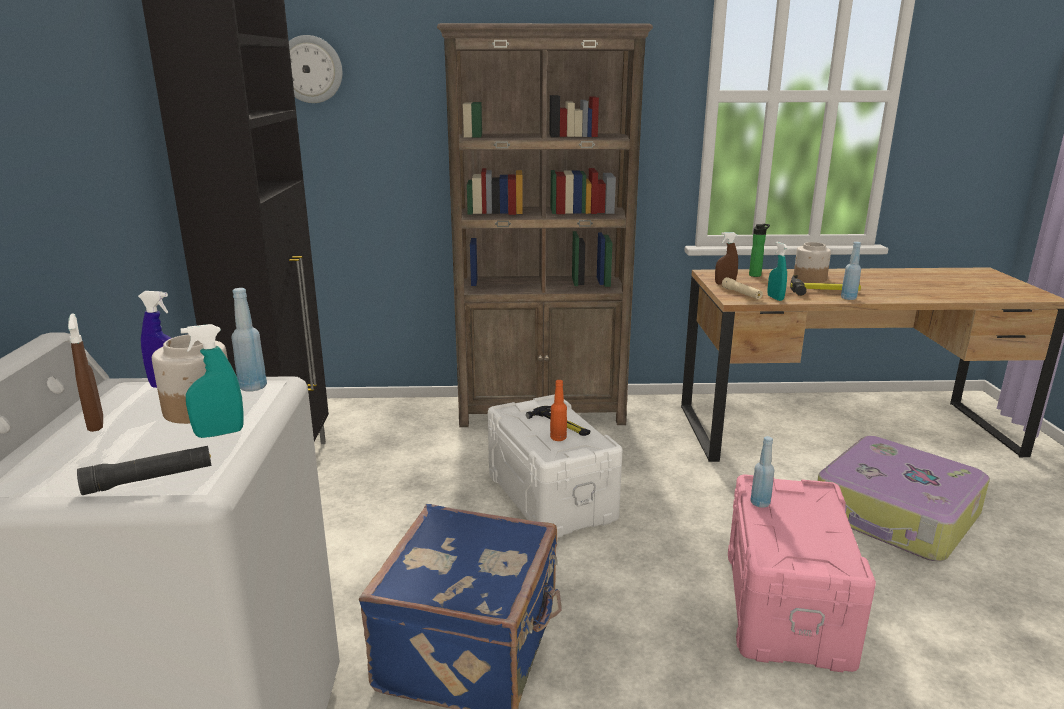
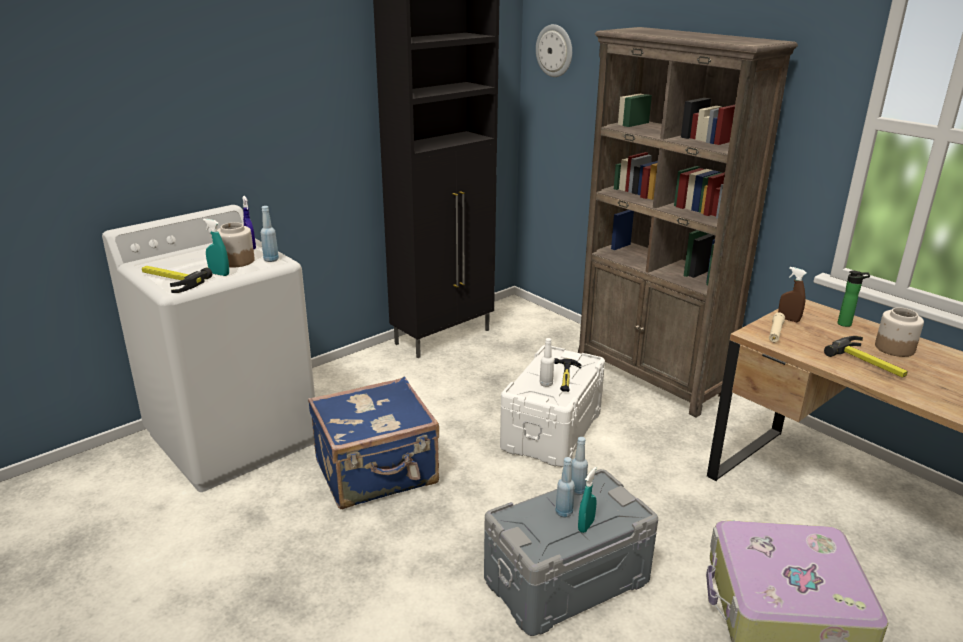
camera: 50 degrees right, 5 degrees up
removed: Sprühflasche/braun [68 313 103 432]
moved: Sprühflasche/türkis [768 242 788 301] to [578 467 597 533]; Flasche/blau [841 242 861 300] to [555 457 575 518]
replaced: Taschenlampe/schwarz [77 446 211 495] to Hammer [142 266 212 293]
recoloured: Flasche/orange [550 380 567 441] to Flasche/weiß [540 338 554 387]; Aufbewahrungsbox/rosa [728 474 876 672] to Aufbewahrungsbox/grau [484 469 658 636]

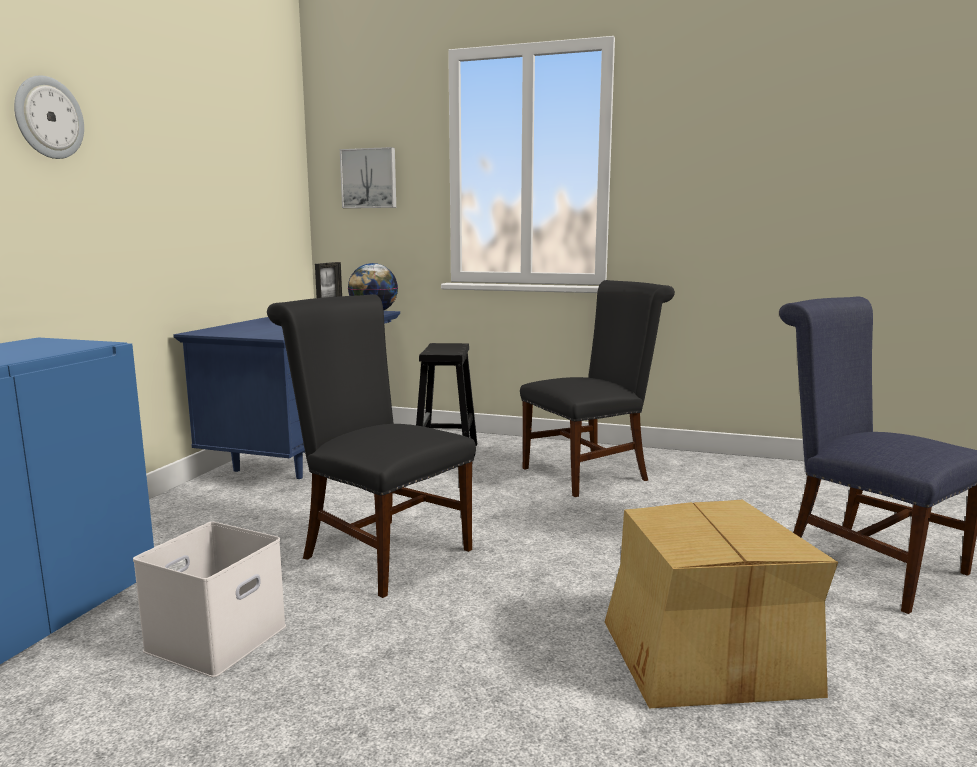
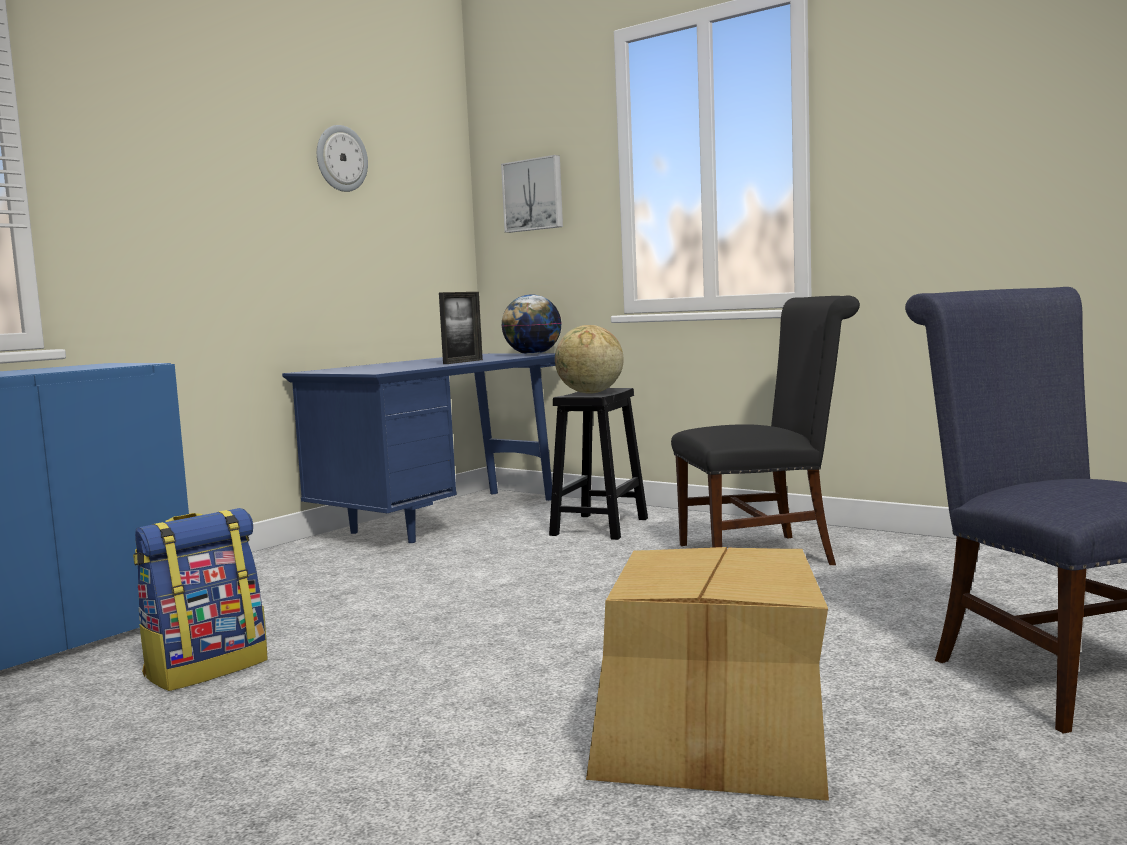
camera: 20 degrees right, 5 degrees down
removed: Stuhl/schwarz [267 294 476 598]
added: Globus [555 325 624 393]
moved: Wanduhr [14 75 84 159] to [317 125 368 192]
replaced: Aufbewahrungsbox/weiß [133 522 286 677] to Rucksack [133 508 268 691]

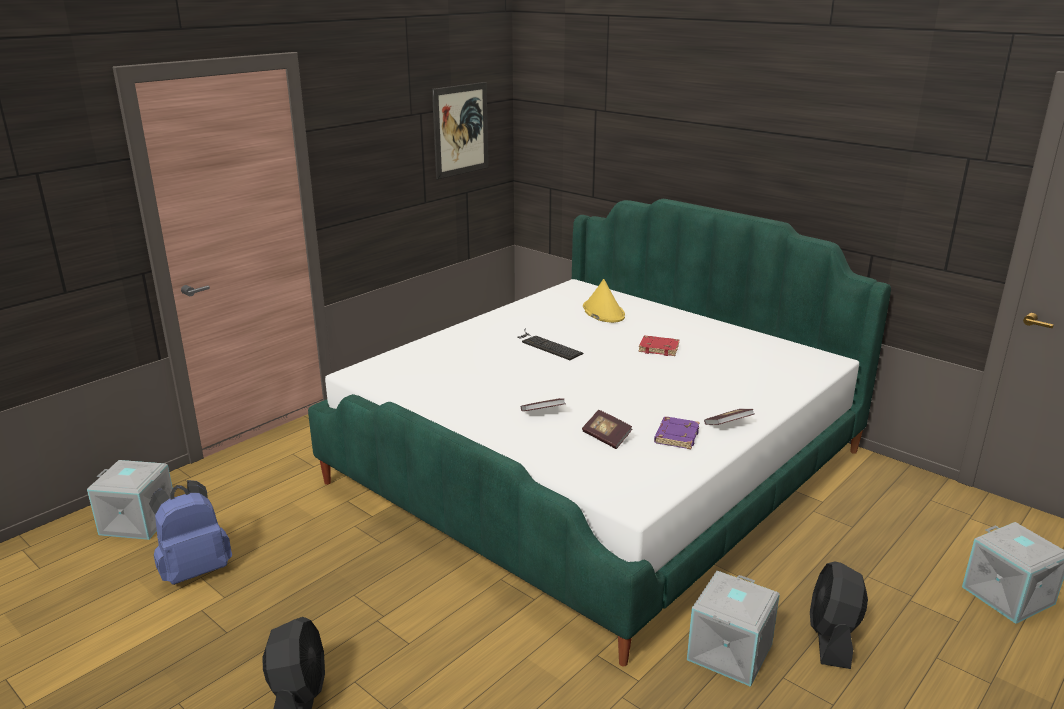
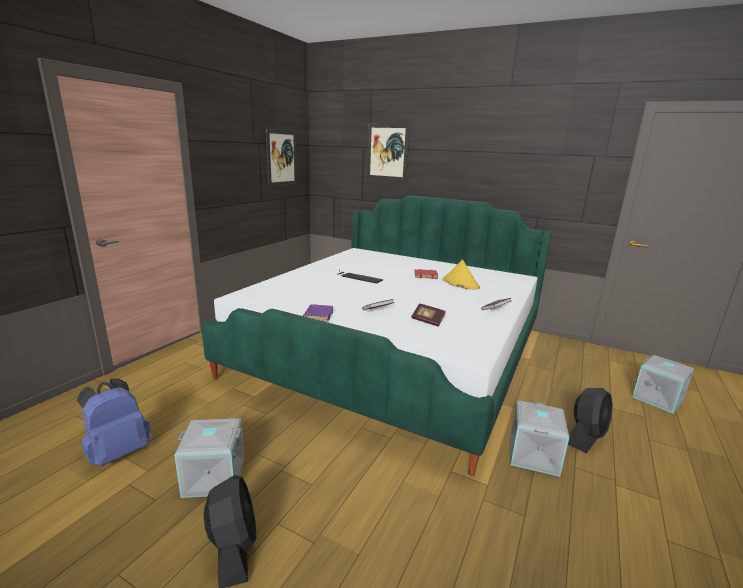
camera: 15 degrees left, 5 degrees down
added: Bild [367 123 410 182]
moved: Hut/gelb [583 279 625 323] to [443 260 480 289]; Buch/lila [654 417 700 449] to [303 304 333 322]; Aufbewahrungsbox/grau [87 460 173 540] to [174 418 244 498]
turned: Ventilator/schwarz [810 561 868 669] = [568 388 613 453] 135 degrees counterclockwise

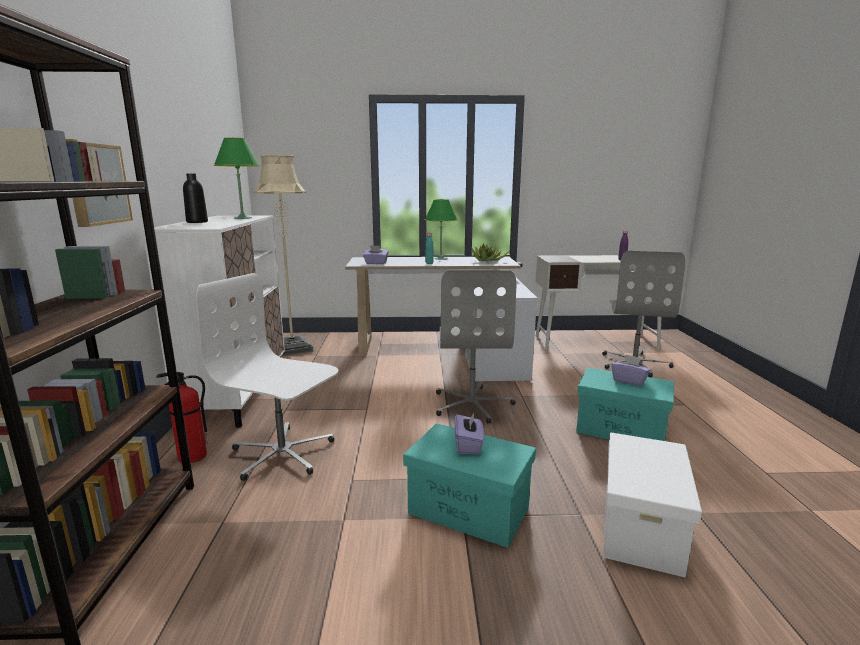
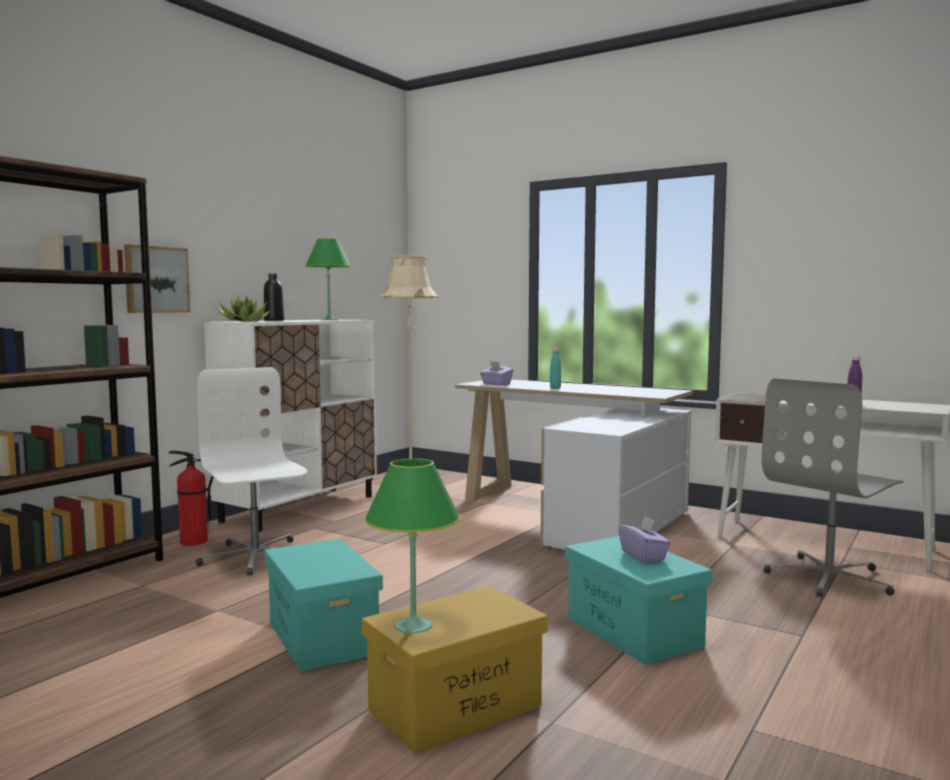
camera: 35 degrees right, 10 degrees down
removed: Bürostuhl/grau [436 270 516 423]; Taschentuchbox/lila [454 412 484 454]
moved: Tischlampe/grün [425 199 458 260] to [365 458 460 633]; Topfpflanze [471 243 509 261] to [217 295 270 321]
recoloured: Aufbewahrungsbox/weiß [603 432 702 577] to Aufbewahrungsbox/gelb [362 586 548 755]

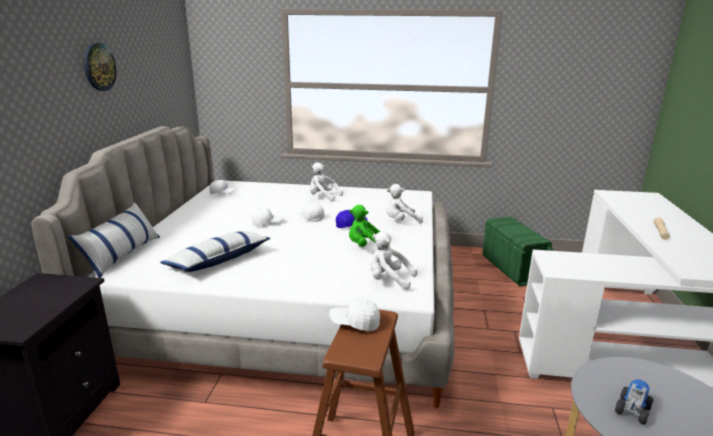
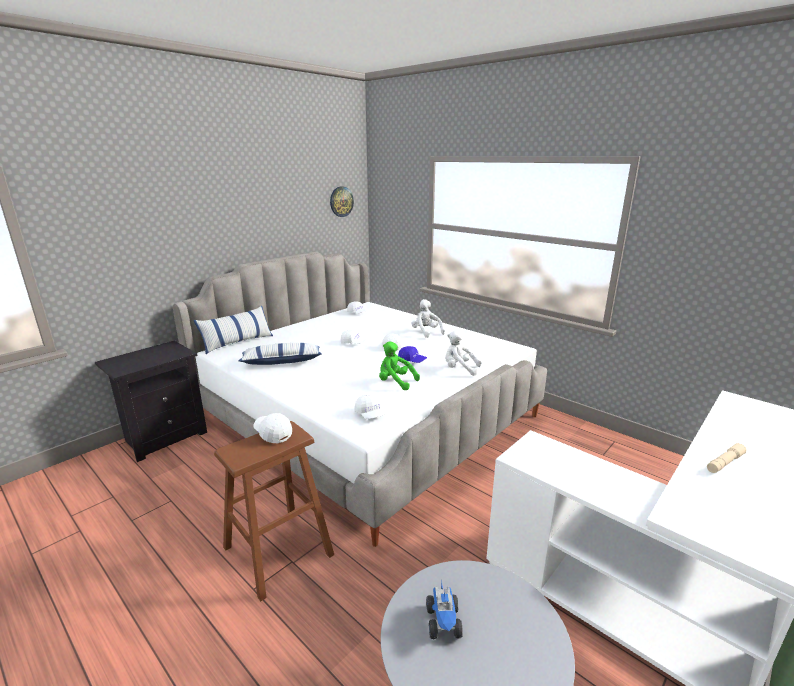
camera: 35 degrees right, 0 degrees up
removed: Aufbewahrungsbox/grün [482 216 553 286]
moved: Wanduhr [84 43 117 91] to [330 186 354 217]
replaced: Plüschtier/weiß [370 231 417 290] to Kappe/weiß [354 394 386 419]
turned: Spielzeuglaster [615 379 654 425] = [426 581 463 639] 105 degrees clockwise

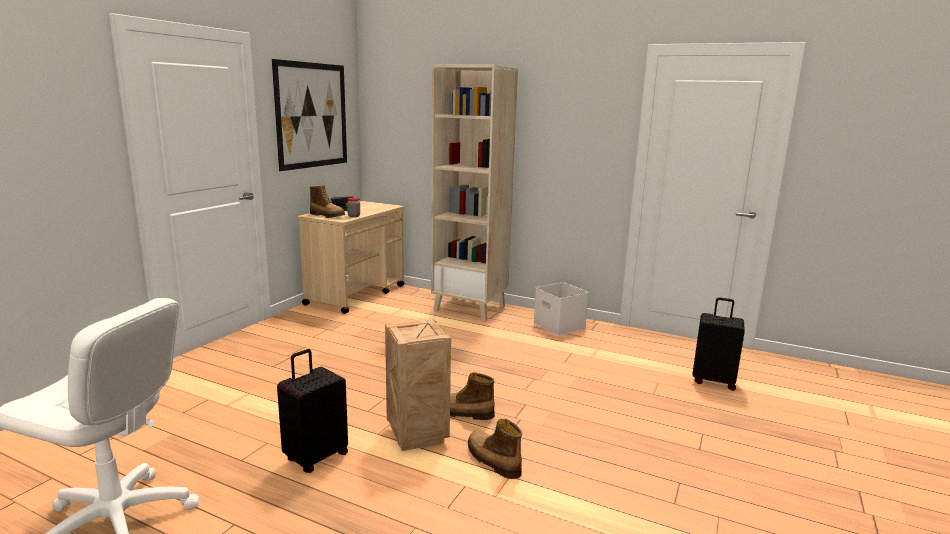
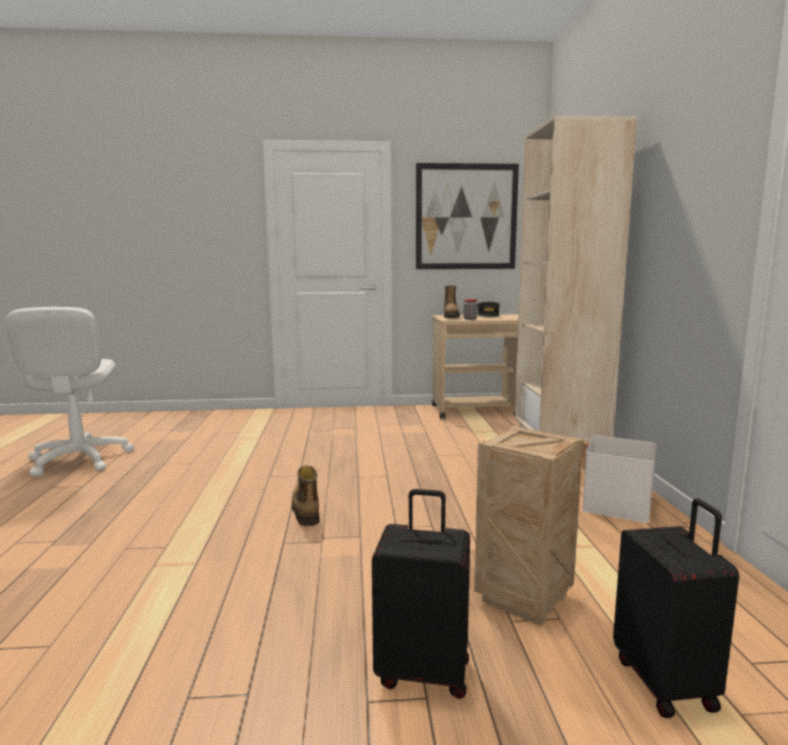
camera: 60 degrees right, 5 degrees down
removed: Stiefel [468 419 522 479]
moved: Kiste [385 319 451 451] to [474 425 583 626]; Koffer/schwarz [277 349 348 473] to [372 489 470 699]

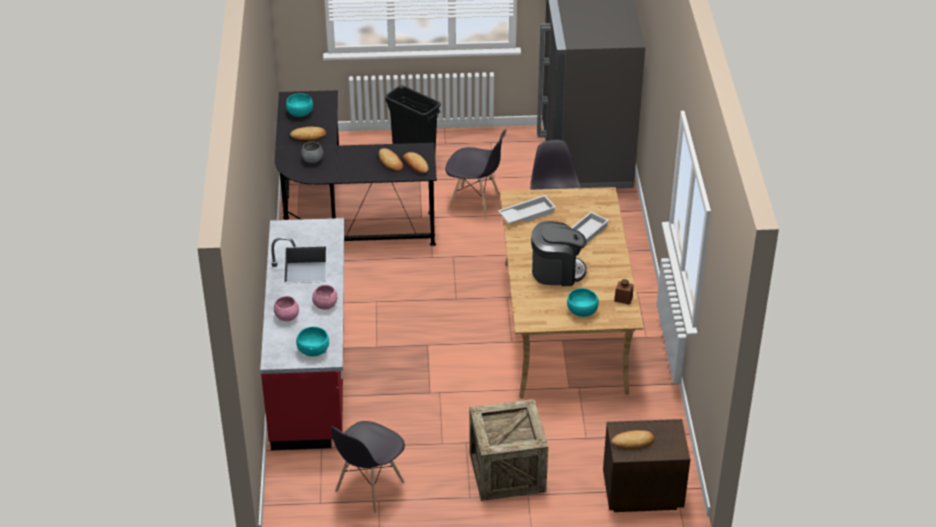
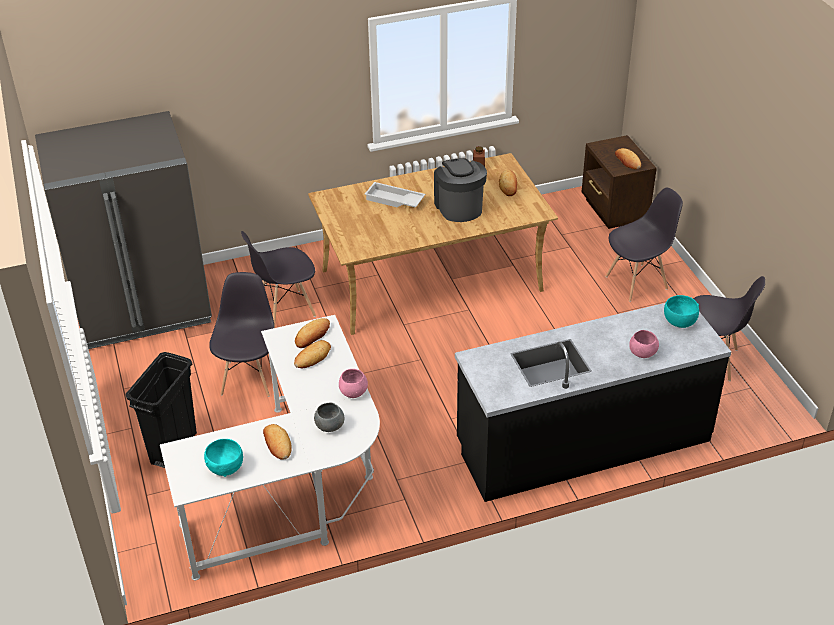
camera: 105 degrees left, 0 degrees up
removed: Tablett/weiß [498 195 556 224]
moved: Schüssel/rosa [312 285 337 310] to [339 369 368 398]
replaced: Schüssel/türkis [567 288 599 317] to Brot [499 169 517 196]; Kiste [469 399 548 501] to Stuhl/grau [605 188 683 302]
recoloured: Schreibtisch/schwarz [275 90 437 246] to Schreibtisch/weiß [160 315 380 580]; Küchenzeile/rot [260 218 344 450] to Küchenzeile/schwarz [455 303 731 502]

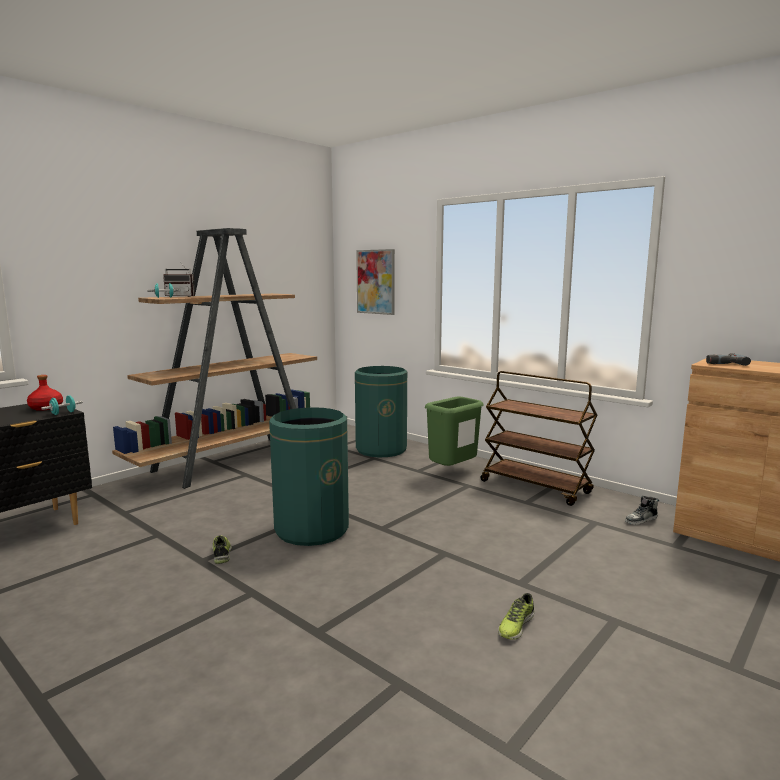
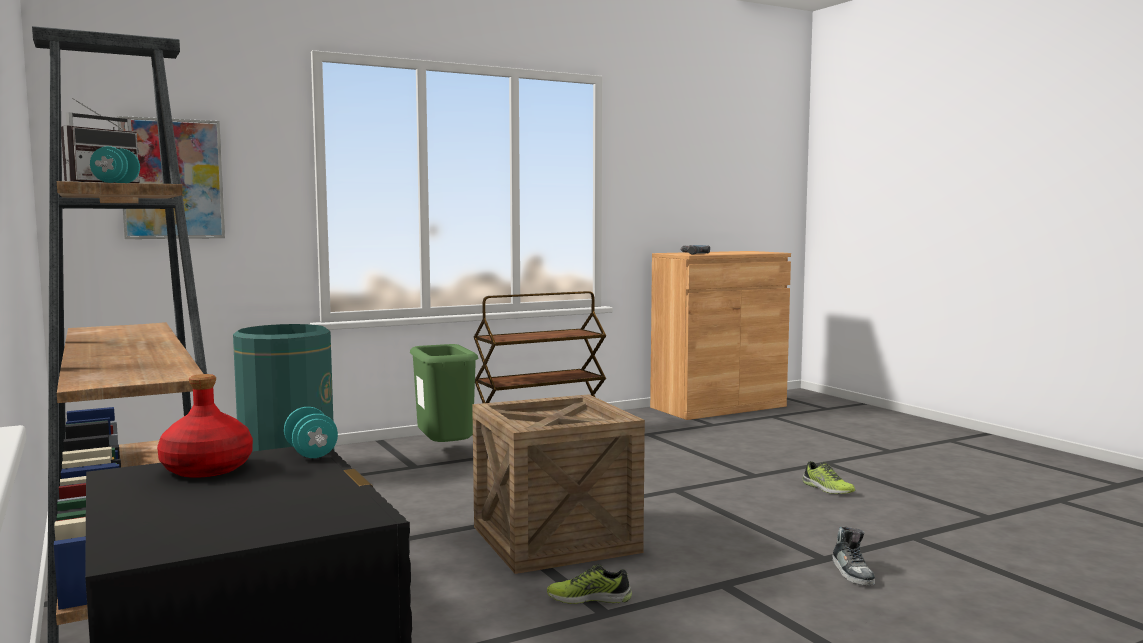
camera: 70 degrees left, 5 degrees down
moved: Schuh [625 496 659 525] to [833 527 875 585]
replaced: Mülleimer/grün [269 407 349 546] to Kiste [472 394 645 574]

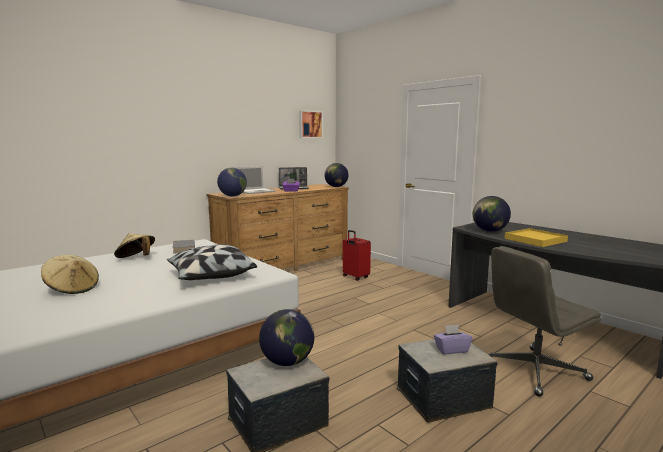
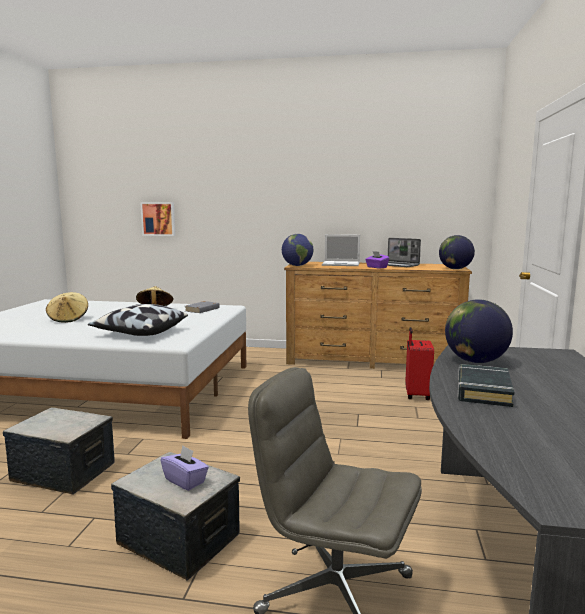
camera: 50 degrees right, 0 degrees up
removed: Globus [259 309 314 366]
moved: Bild [299 110 323 138] to [140 202 175 236]
replaced: Tablett/gelb [505 228 568 247] to Buch/schwarz [457 364 514 407]

